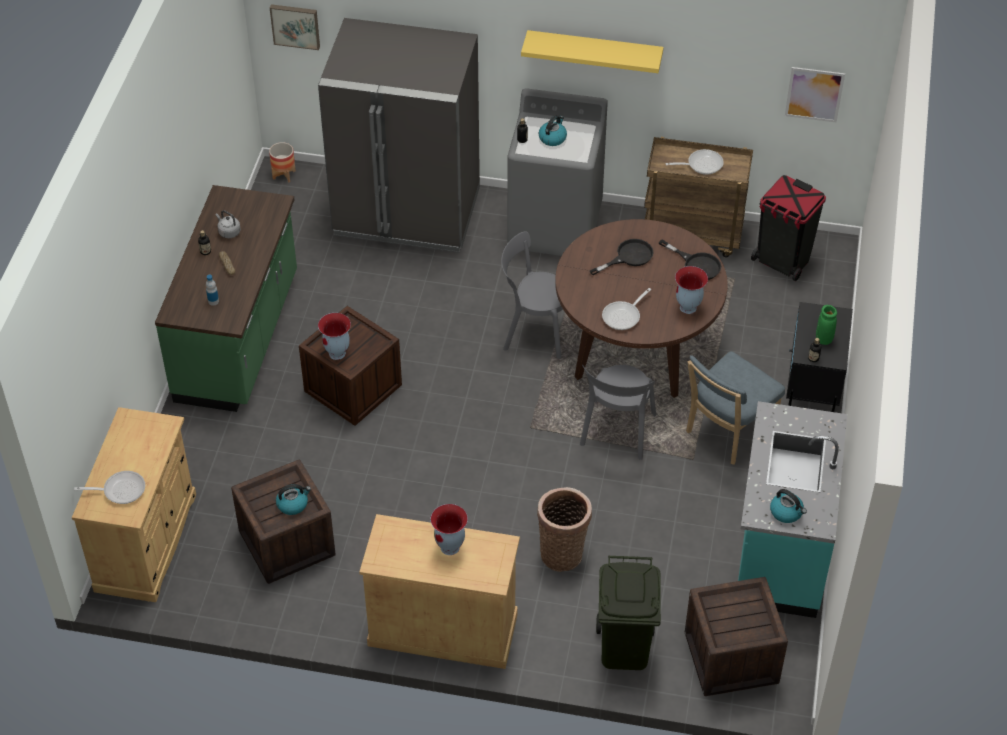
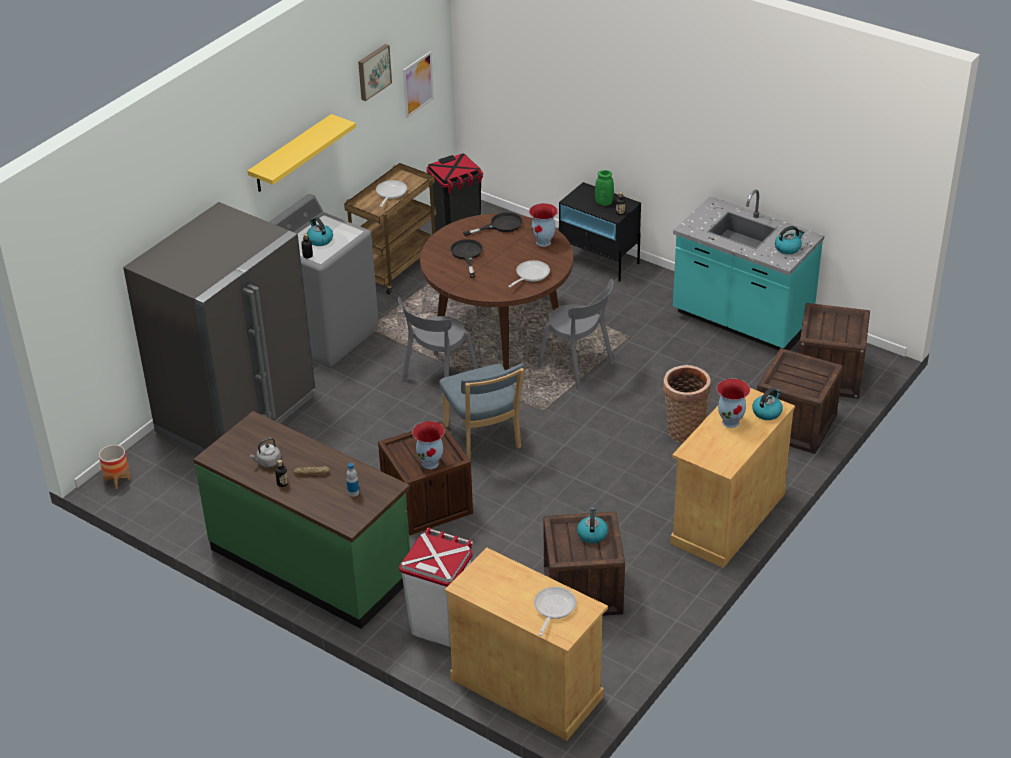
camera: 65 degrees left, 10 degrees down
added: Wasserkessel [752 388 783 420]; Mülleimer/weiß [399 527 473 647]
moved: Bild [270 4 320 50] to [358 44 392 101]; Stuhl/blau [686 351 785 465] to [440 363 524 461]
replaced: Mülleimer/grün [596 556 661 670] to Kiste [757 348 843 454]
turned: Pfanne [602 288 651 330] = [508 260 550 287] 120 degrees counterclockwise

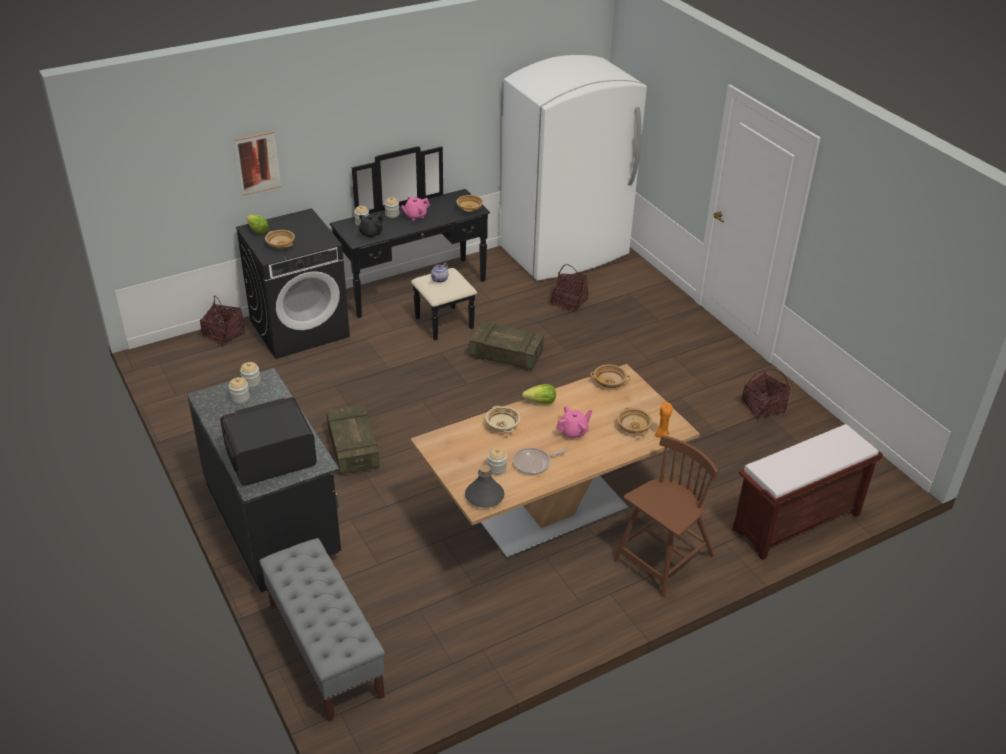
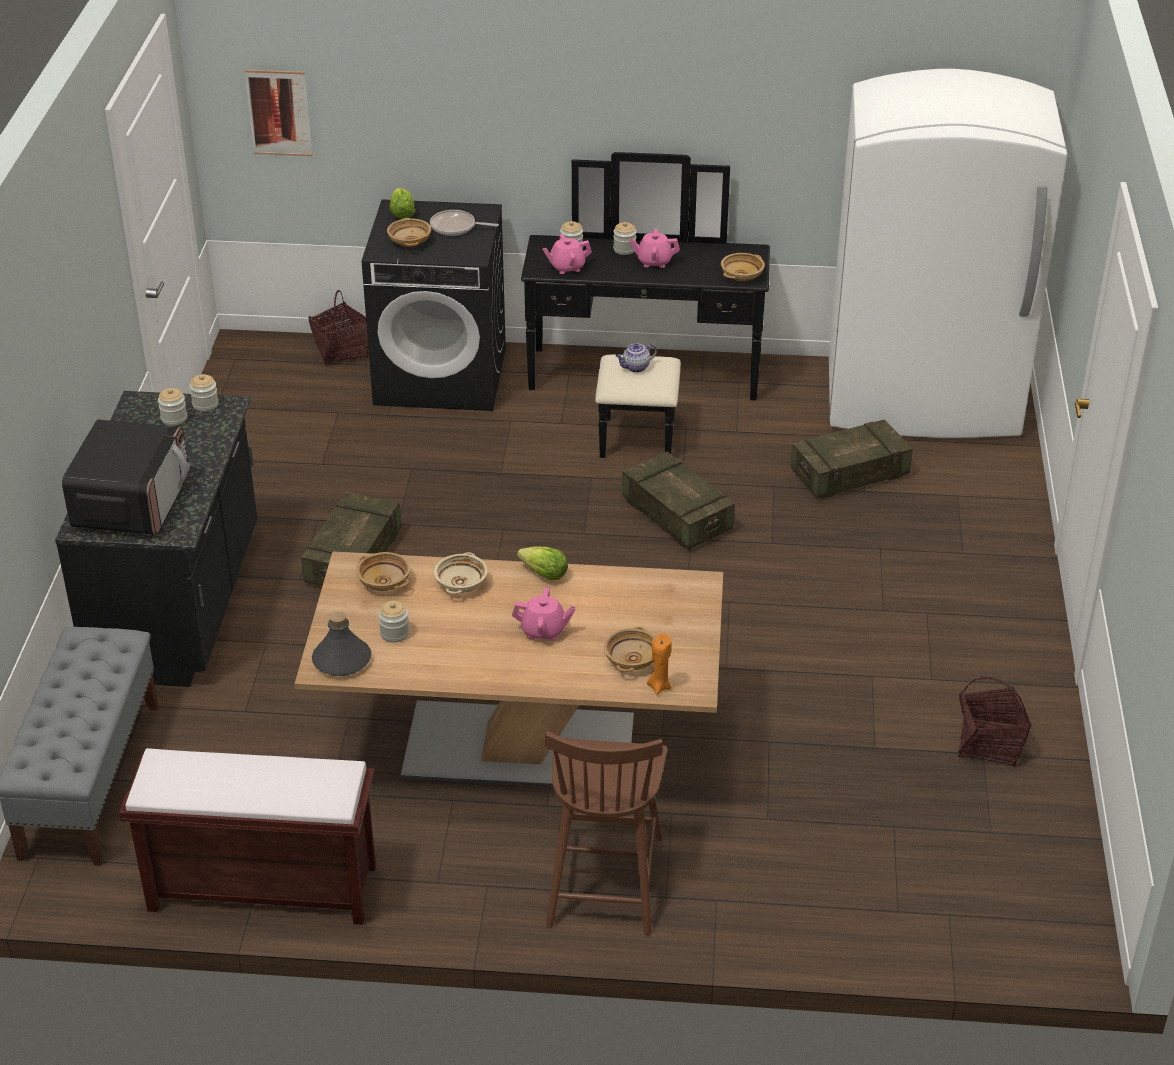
camera: 35 degrees right, 0 degrees up
moved: Bild [235 131 281 196] to [245 70 312 156]; Schüssel/beige [590 364 631 388] to [356 552 410 591]; Bank/braun [732 424 883 560] to [119 748 376 925]; Pfanne [513 448 567 475] to [430 210 499 236]
replaced: Korb [550 264 588 313] to Kiste [791 419 913 499]
recoloured: Teekanne/schwarz [358 214 383 239] to Teekanne/rosa [543 234 592 274]
turned: Mikrowelle [220 396 317 486] = [62 420 190 535] 90 degrees clockwise; Stuhl/braun [614 435 718 598] = [545 731 667 936] 105 degrees clockwise

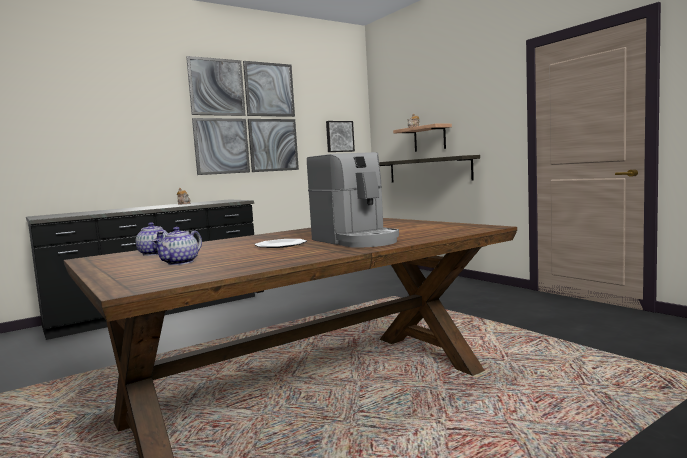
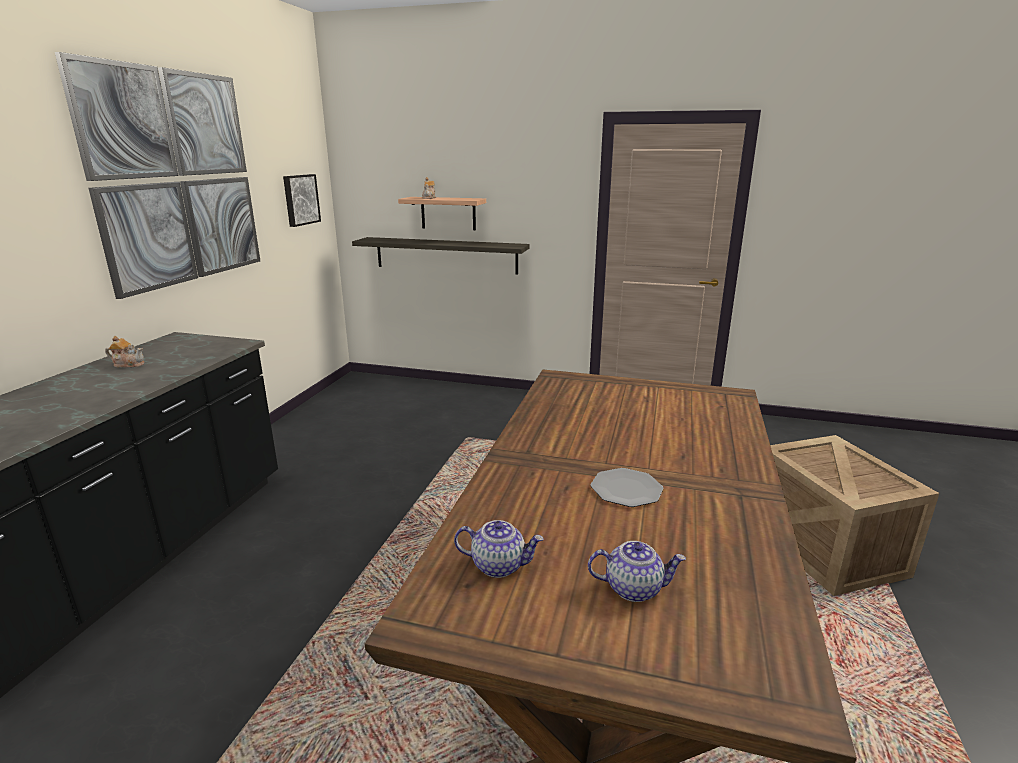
camera: 40 degrees left, 15 degrees up
removed: Kaffeemaschine [307 152 399 248]
added: Kiste [770 435 939 596]
turned: Teekanne [152 227 202 265] = [588 541 686 602] 75 degrees counterclockwise

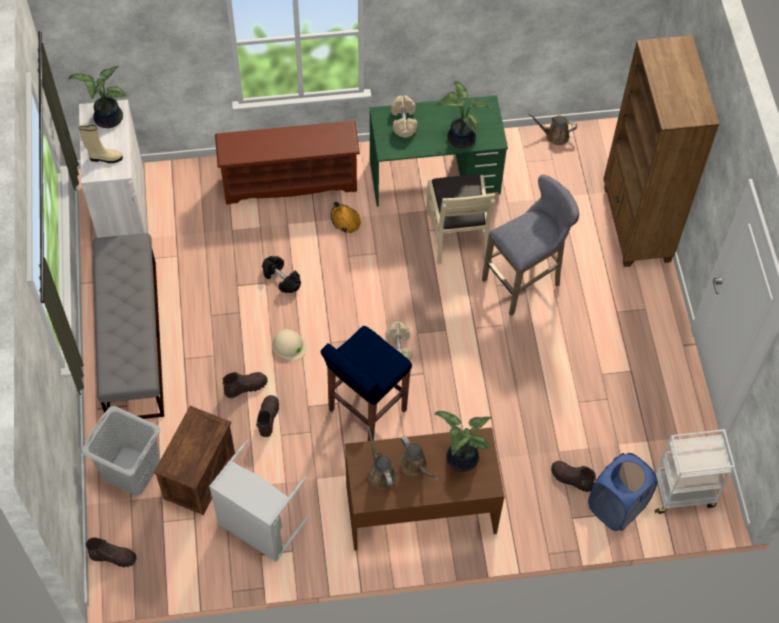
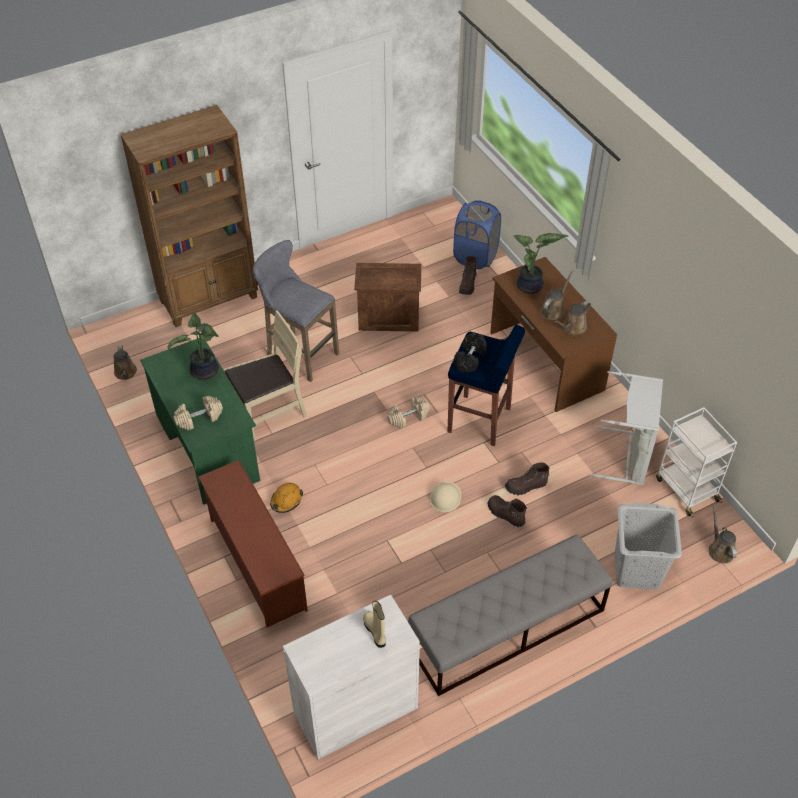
camera: 110 degrees left, 10 degrees down
removed: Topfpflanze [69 65 127 128]
moved: Hantel/schwarz [262 256 301 293] to [454 332 487 373]; Kiste [154 406 235 515] to [354 263 421 332]; Rollwagen/weiß [655 429 735 514] to [656 407 737 518]
replaced: Stiefel/braun [86 538 136 567] to Gießkanne/braun [709 504 737 564]

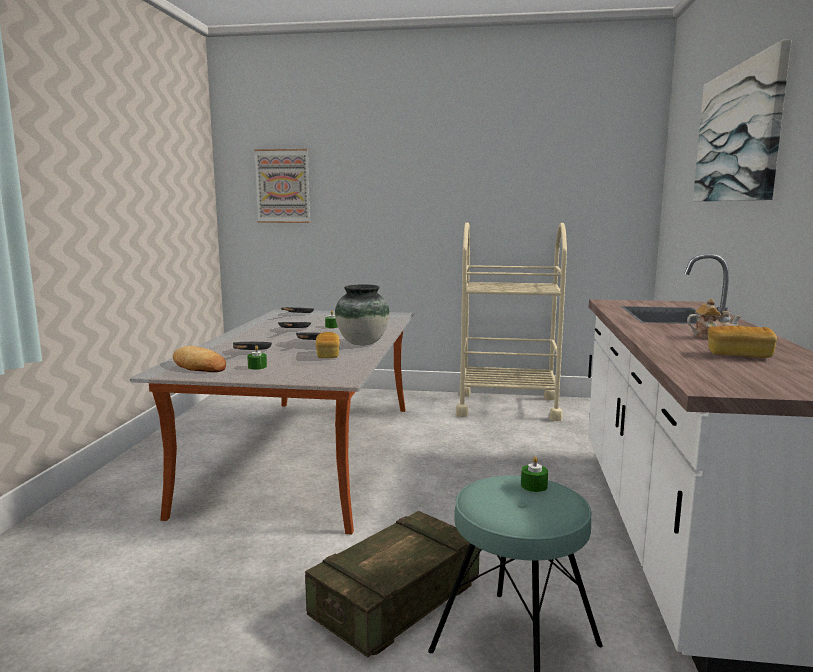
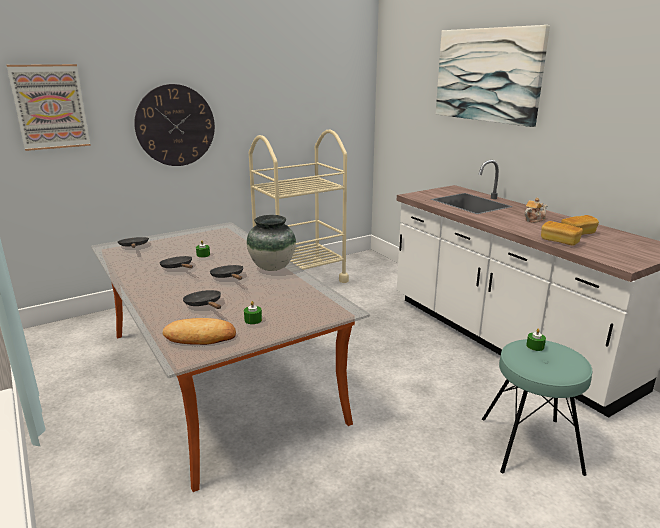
camera: 40 degrees left, 10 degrees up
removed: Kiste [305 511 480 657]
added: Wanduhr [134 84 215 166]
moved: Brot [316 332 340 358] to [541 221 583 246]

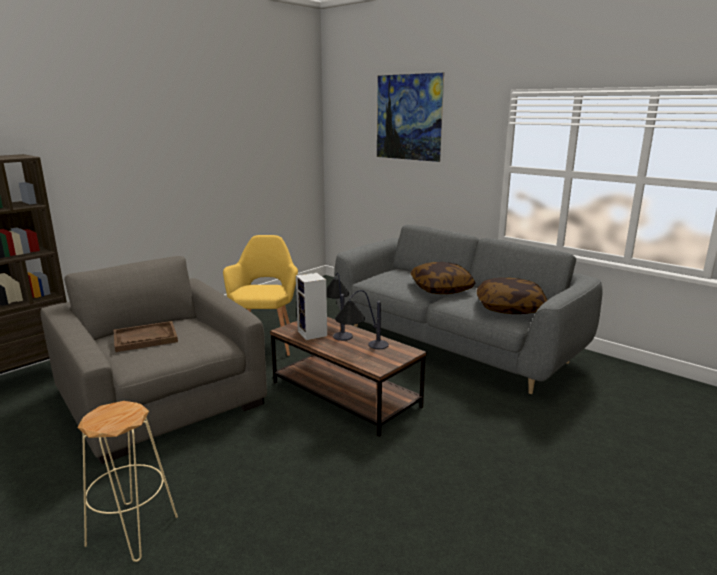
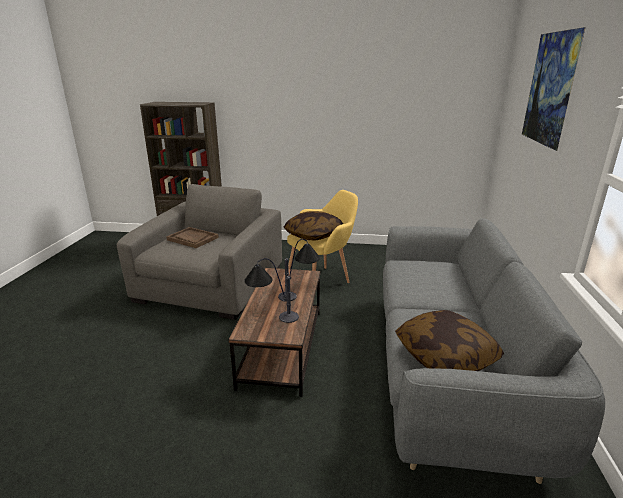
camera: 55 degrees right, 5 degrees up
removed: Lautsprecher [296 273 327 340]; Hocker/beige [77 401 178 562]
moved: Kissen [411 262 476 294] to [284 211 343 241]

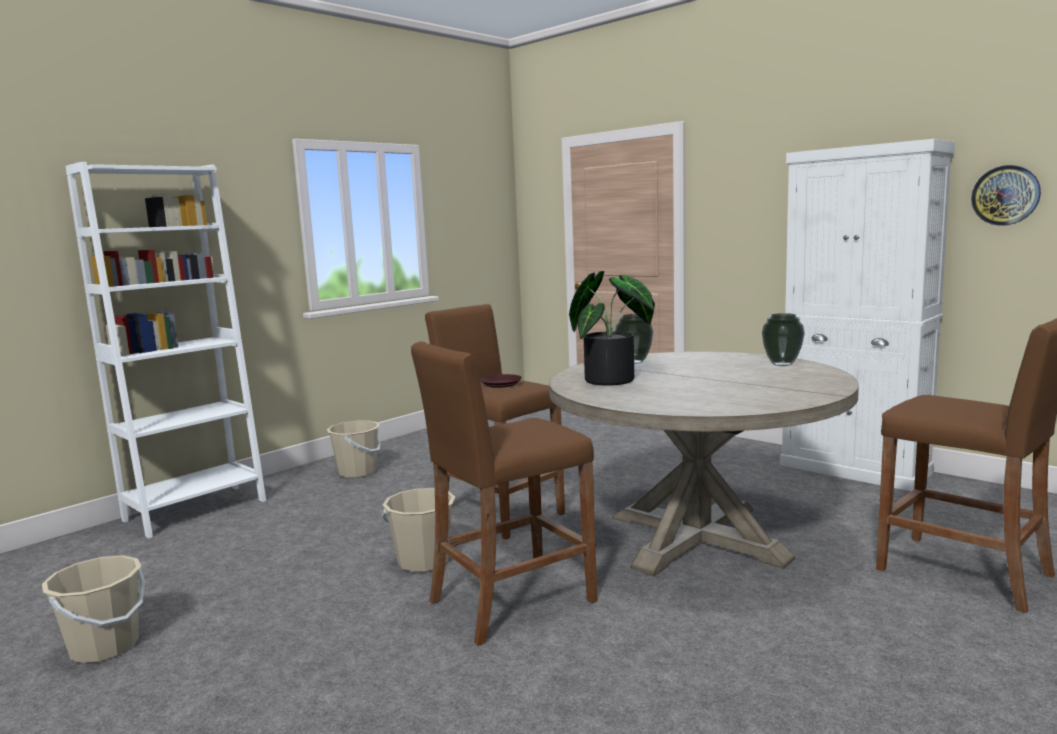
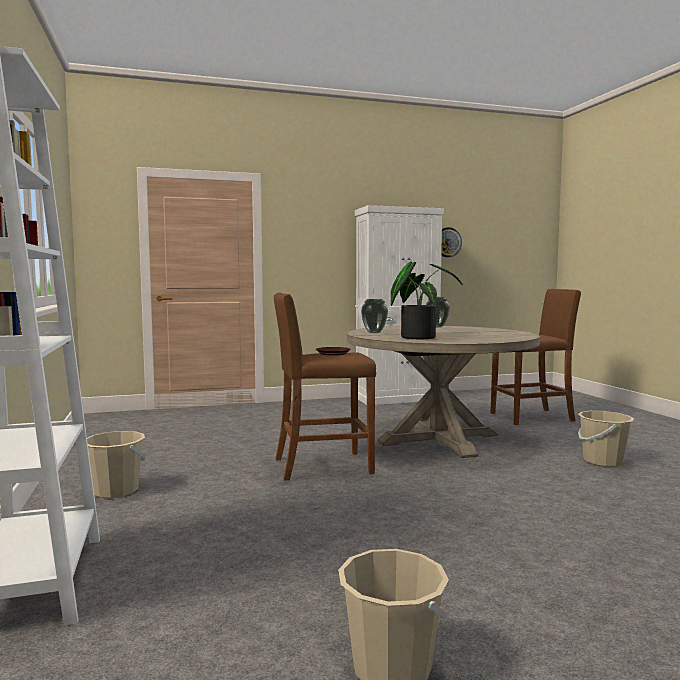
camera: 60 degrees left, 5 degrees down
removed: Hocker/braun [411 341 597 646]
moved: Eimer/beige [382 488 455 572] to [578 411 634 467]

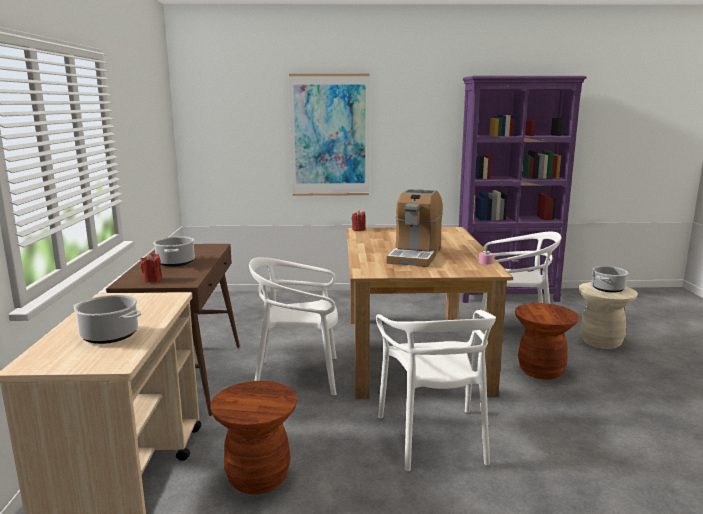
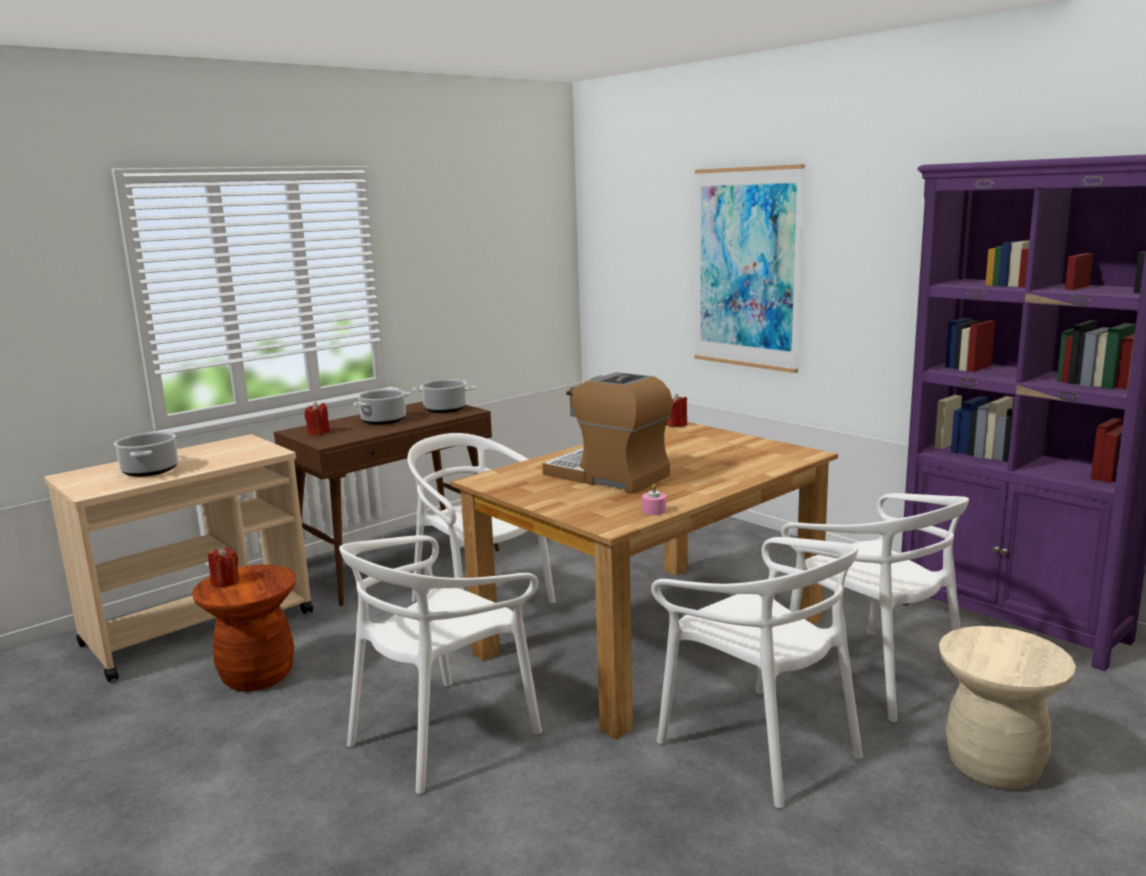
camera: 50 degrees right, 0 degrees up
added: Kerze/rot [208 547 239 587]
moved: Kochtopf [592 266 628 293] to [412 379 476 413]
replaced: Hocker/braun [515 303 579 380] to Stuhl/weiß [651 537 863 808]
turned: Kaffeemaschine [387 189 443 267] = [542 372 673 493] 60 degrees clockwise

